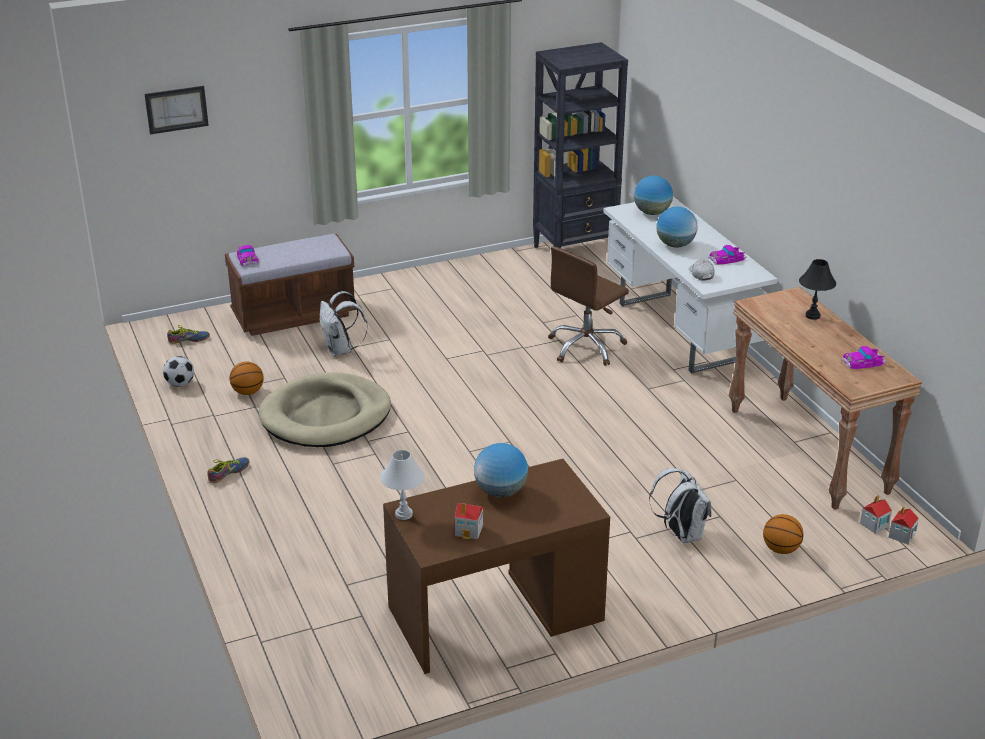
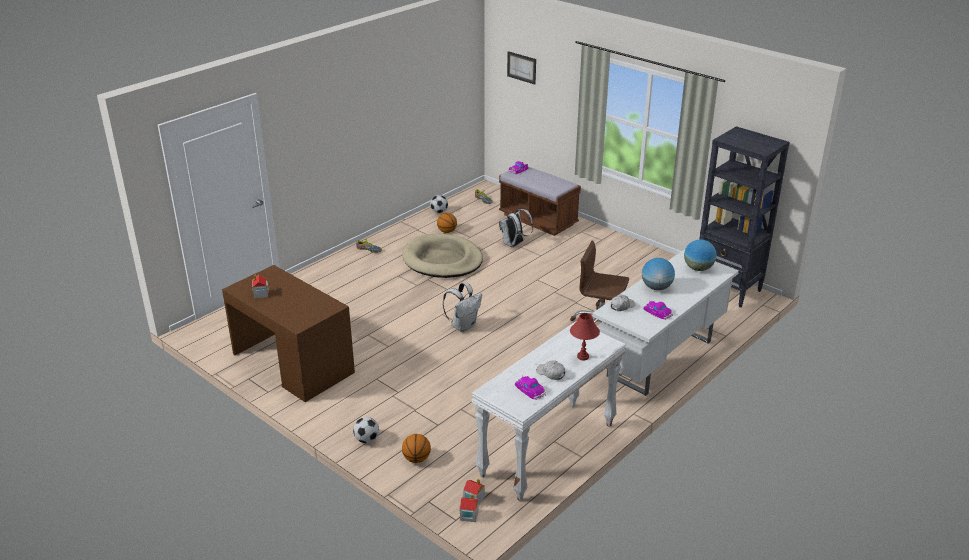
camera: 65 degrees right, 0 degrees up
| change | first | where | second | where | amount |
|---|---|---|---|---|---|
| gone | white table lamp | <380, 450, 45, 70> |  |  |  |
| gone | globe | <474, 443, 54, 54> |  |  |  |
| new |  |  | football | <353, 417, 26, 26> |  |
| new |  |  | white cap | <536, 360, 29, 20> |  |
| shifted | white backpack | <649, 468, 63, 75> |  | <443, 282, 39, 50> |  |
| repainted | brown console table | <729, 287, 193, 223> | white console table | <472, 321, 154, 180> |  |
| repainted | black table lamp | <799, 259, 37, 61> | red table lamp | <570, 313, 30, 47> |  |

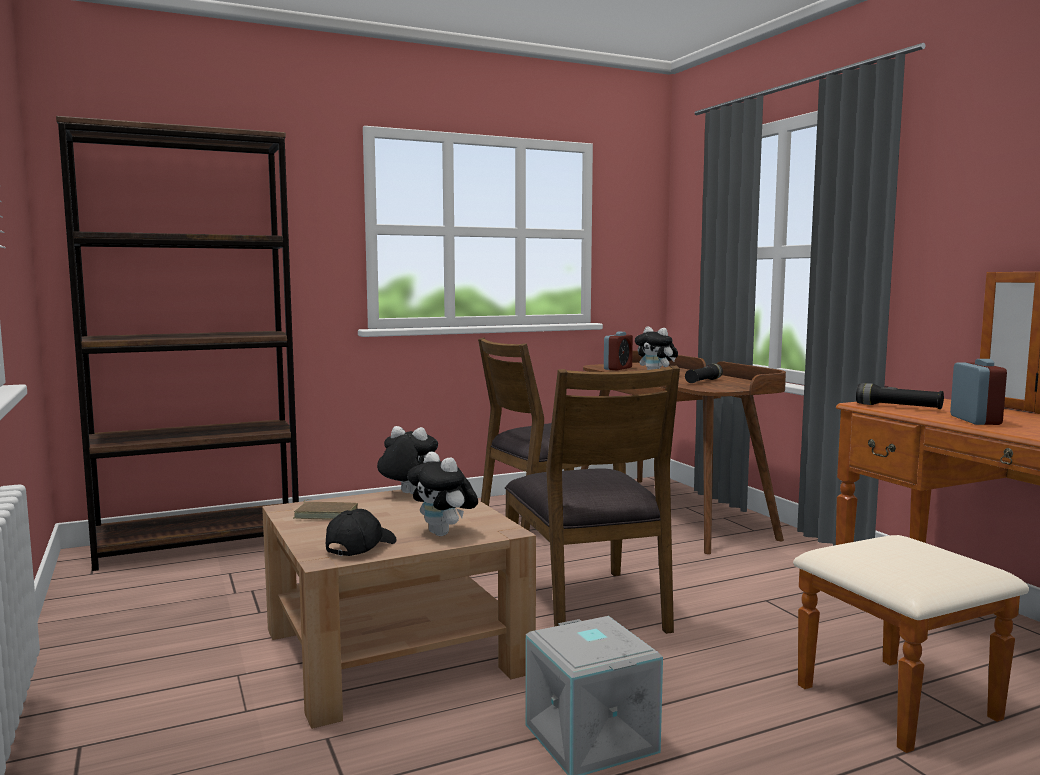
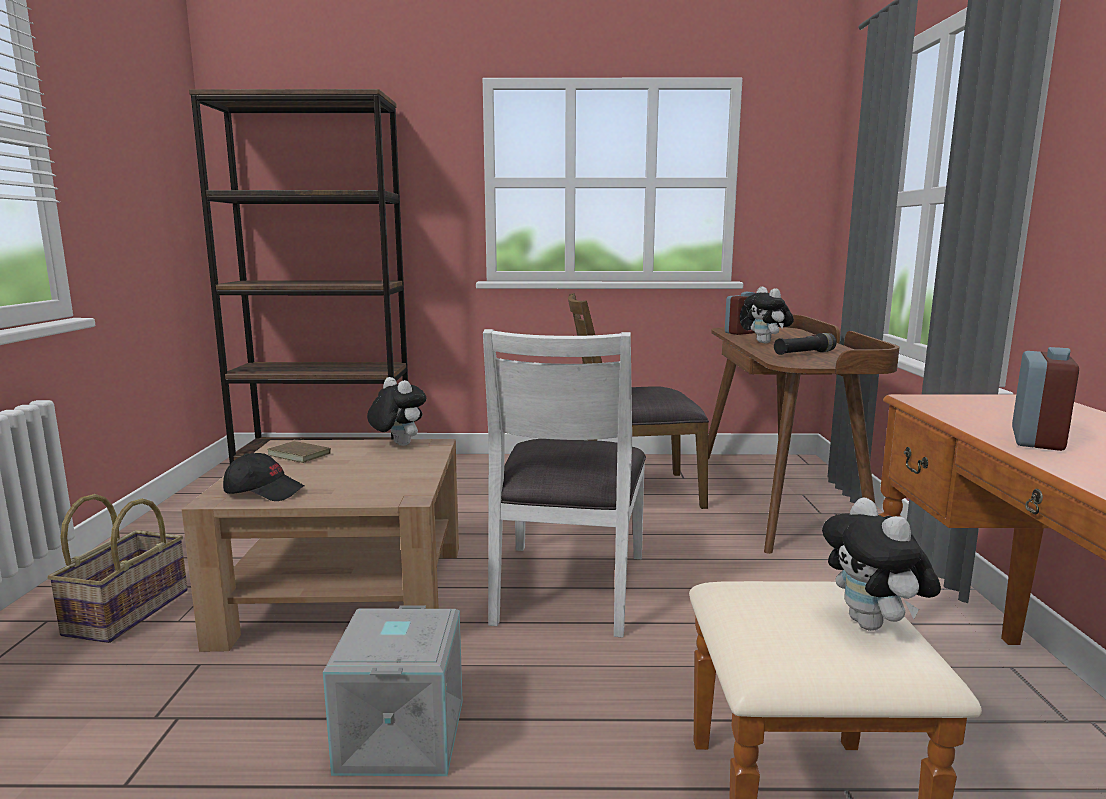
camera: 25 degrees right, 5 degrees up
| change | first | where | second | where | amount |
|---|---|---|---|---|---|
| gone | black flashlight | <856, 383, 88, 26> |  |  |  |
| new |  |  | basket | <48, 494, 140, 149> |  |
| shifted | plush toy | <407, 452, 71, 84> |  | <822, 497, 119, 134> |  |
| repainted | brown chair | <505, 366, 175, 268> | white chair | <483, 329, 163, 309> |  |
| rotated | black cap | <326, 509, 71, 47> |  | <223, 453, 81, 48> | 45 degrees clockwise |

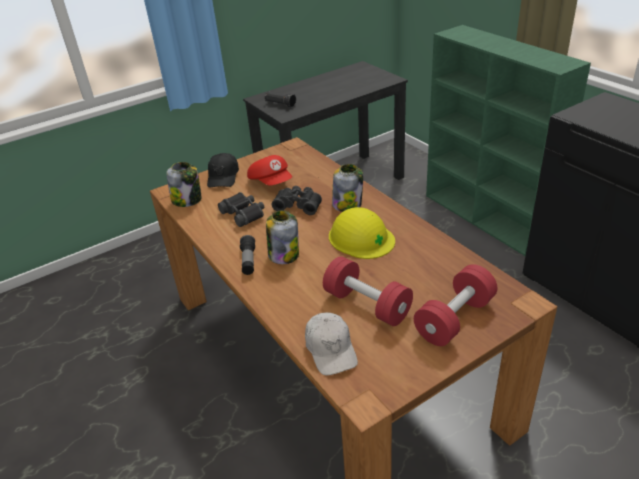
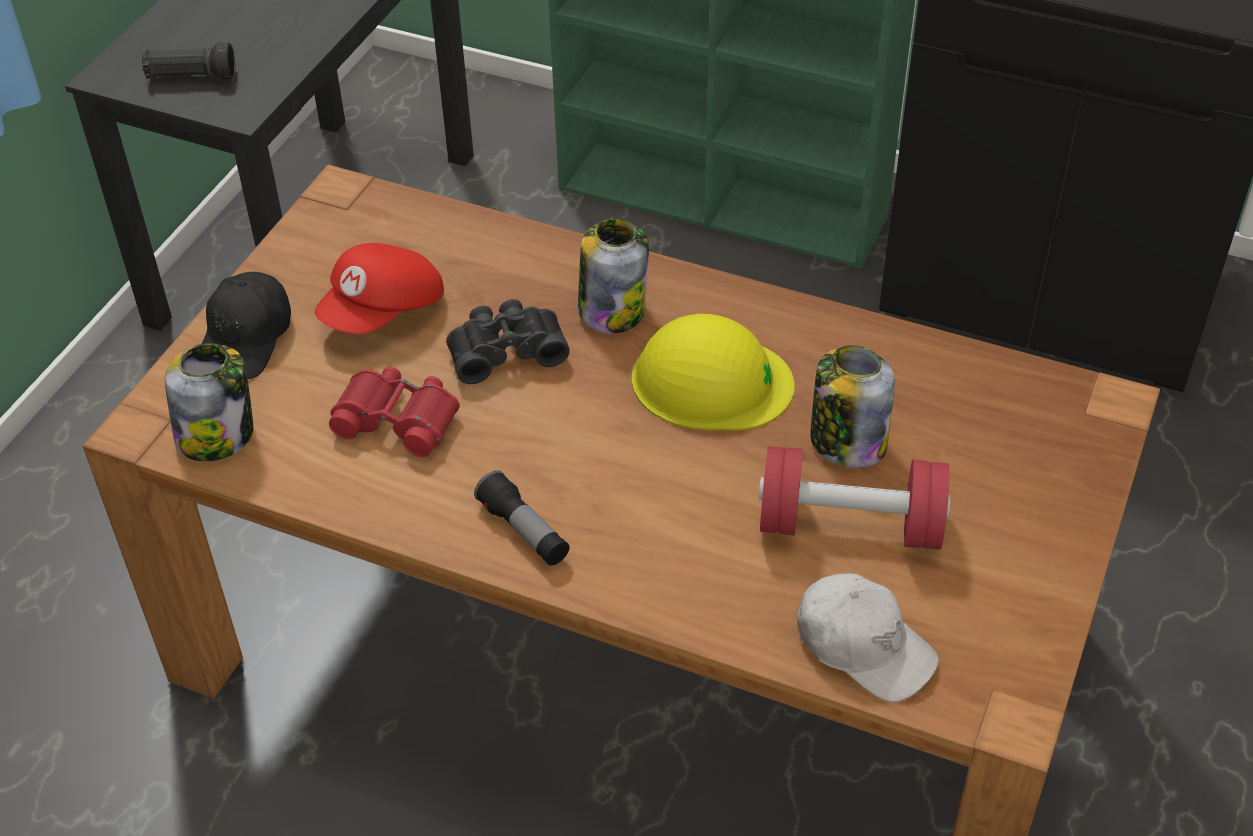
camera: 35 degrees left, 10 degrees up
| change | first | where | second | where | amount |
|---|---|---|---|---|---|
| gone | red dumbbell | <414, 264, 83, 82> |  |  |  |
| shifted | jar | <266, 210, 33, 54> |  | <810, 345, 85, 123> |  |
| repainted | black binoculars | <218, 192, 46, 35> | red binoculars | <329, 367, 131, 90> |  |
| rotated | black cap | <207, 153, 32, 34> |  | <202, 272, 89, 107> | 45 degrees clockwise |
| rotated | red cap | <247, 155, 45, 31> |  | <315, 243, 129, 91> | 105 degrees clockwise |

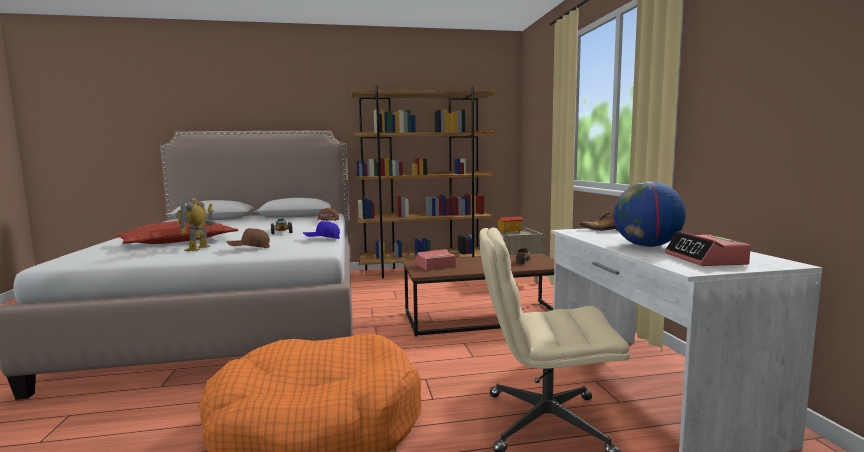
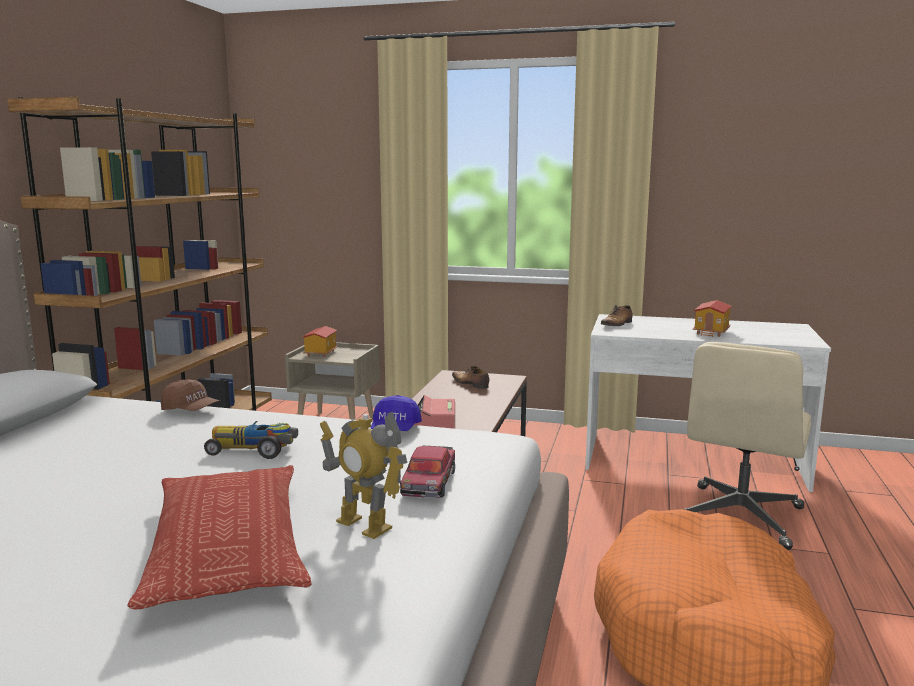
camera: 65 degrees left, 5 degrees up
| change | first | where | second | where | amount |
|---|---|---|---|---|---|
| gone | alarm clock | <665, 231, 86, 35> |  |  |  |
| swapped | brown cap | <226, 228, 44, 20> | toy car | <400, 446, 55, 52> |  |
| swapped | globe | <614, 181, 72, 66> | toy house | <692, 300, 39, 37> |  |

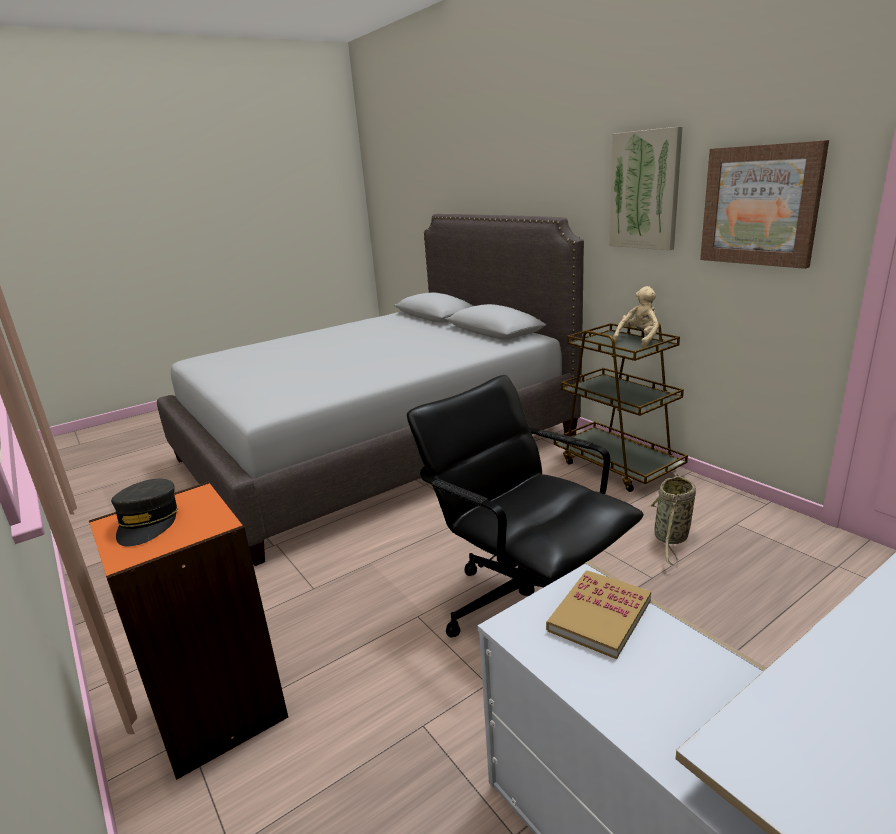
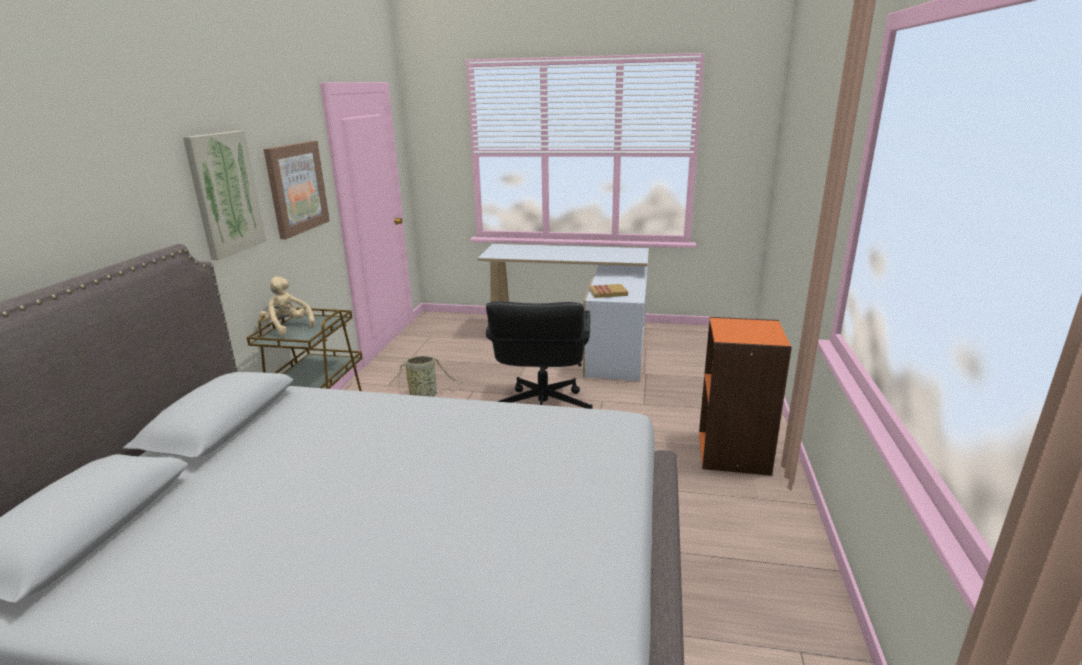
camera: 135 degrees left, 0 degrees up
| change | first | where | second | where | amount |
|---|---|---|---|---|---|
| gone | grey cap | <111, 479, 67, 67> |  |  |  |
| rotated | beige plush toy | <613, 286, 46, 62> |  | <259, 277, 56, 58> | 45 degrees clockwise |

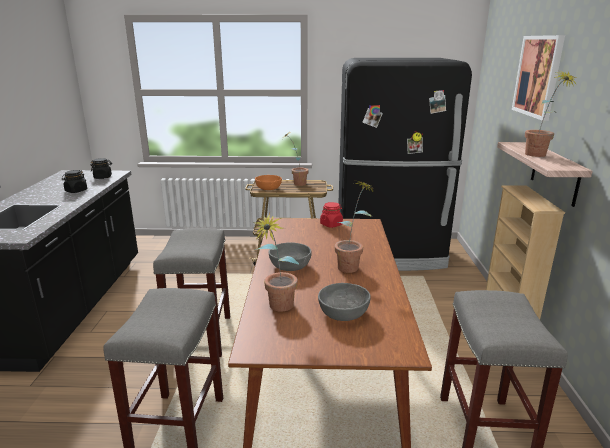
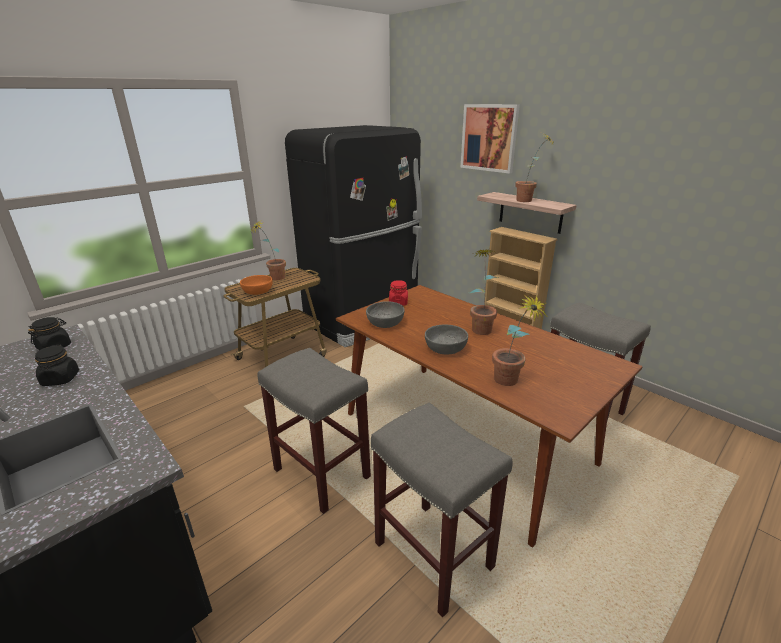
camera: 45 degrees left, 5 degrees up
| change | first | where | second | where | amount |
|---|---|---|---|---|---|
| shifted | grey bowl | <318, 283, 53, 38> |  | <366, 301, 39, 27> |  |

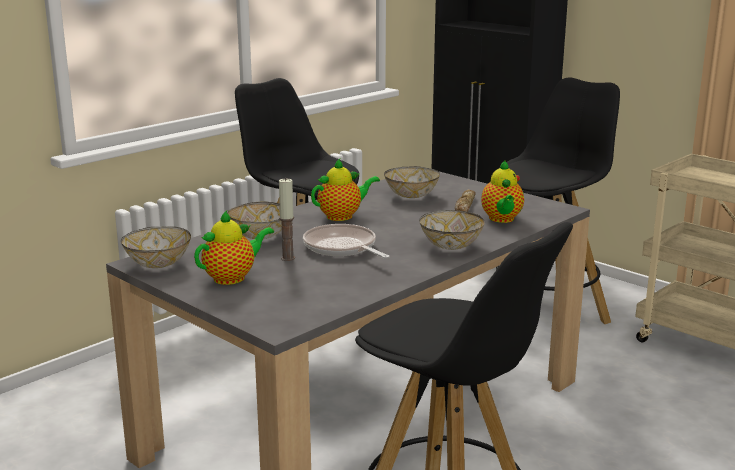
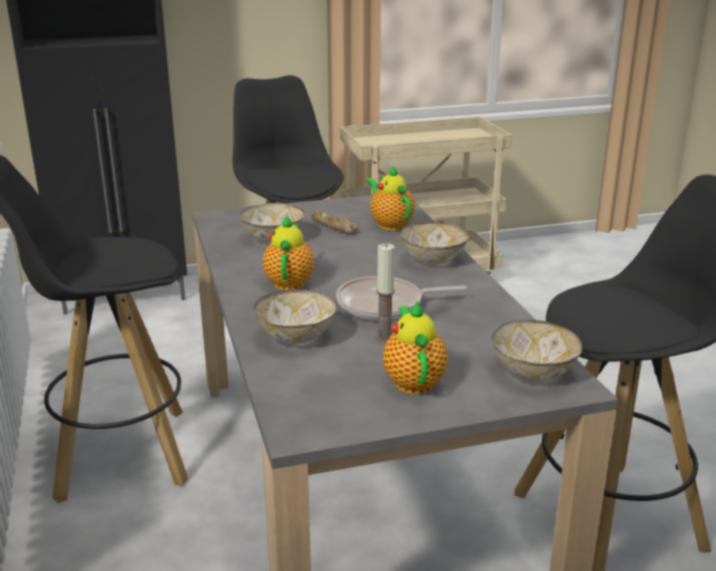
camera: 60 degrees left, 5 degrees up
| change | first | where | second | where | amount |
|---|---|---|---|---|---|
| shifted | bowl | <121, 226, 70, 42> |  | <492, 320, 91, 61> |  |
| rotated | teapot | <481, 160, 43, 63> |  | <366, 165, 49, 66> | 150 degrees counterclockwise |

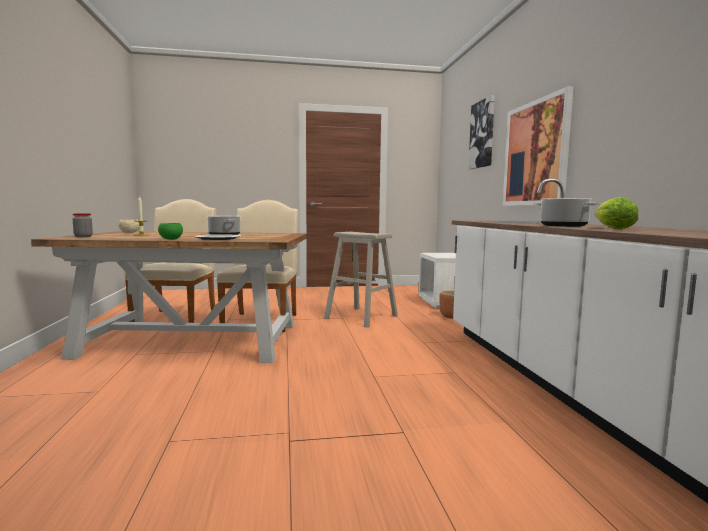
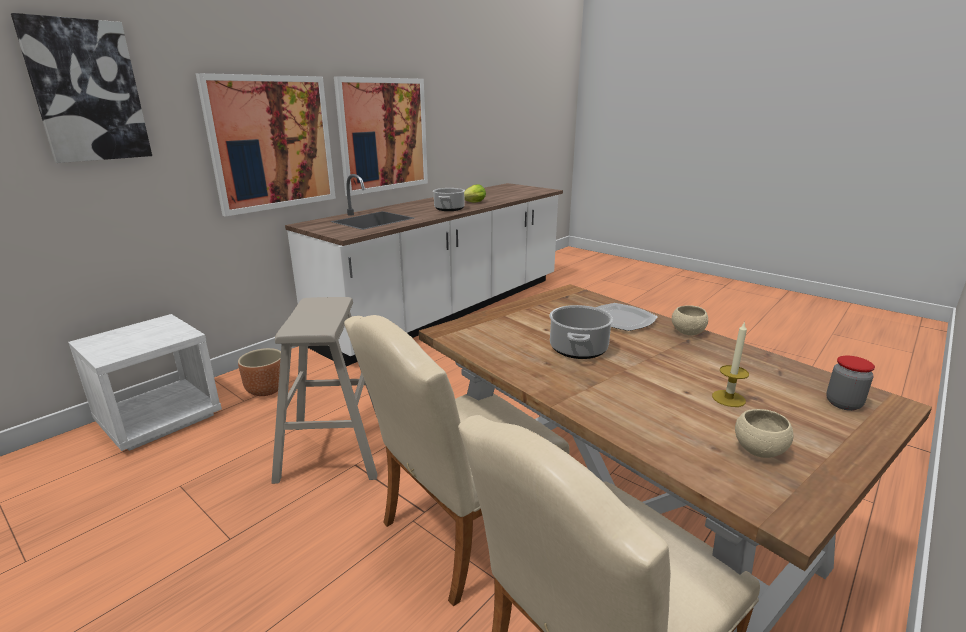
camera: 130 degrees left, 15 degrees up
| change | first | where | second | where | amount |
|---|---|---|---|---|---|
| new |  |  | picture | <334, 76, 94, 120> |  |
| repainted | green bowl | <158, 223, 25, 17> | beige bowl | <672, 305, 36, 30> |  |

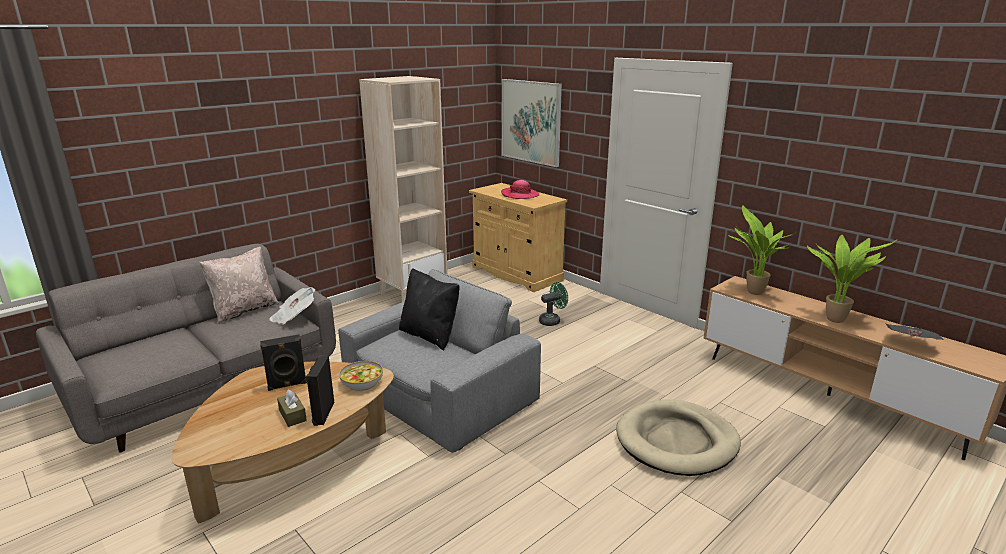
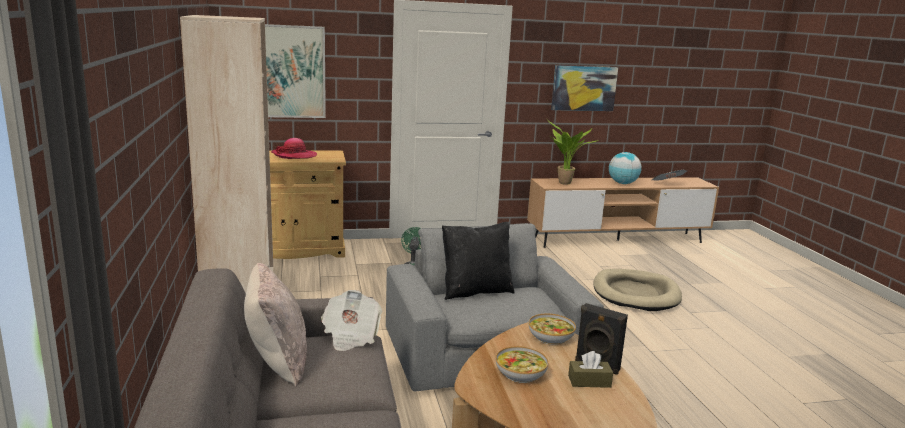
camera: 60 degrees left, 5 degrees down
| change | first | where | second | where | amount |
|---|---|---|---|---|---|
| new |  |  | picture | <551, 65, 67, 46> |  |
| swapped | black speaker | <260, 334, 47, 57> | bowl | <496, 346, 53, 37> |  |
| swapped | potted plant | <807, 234, 88, 89> | globe | <609, 152, 33, 32> |  |

